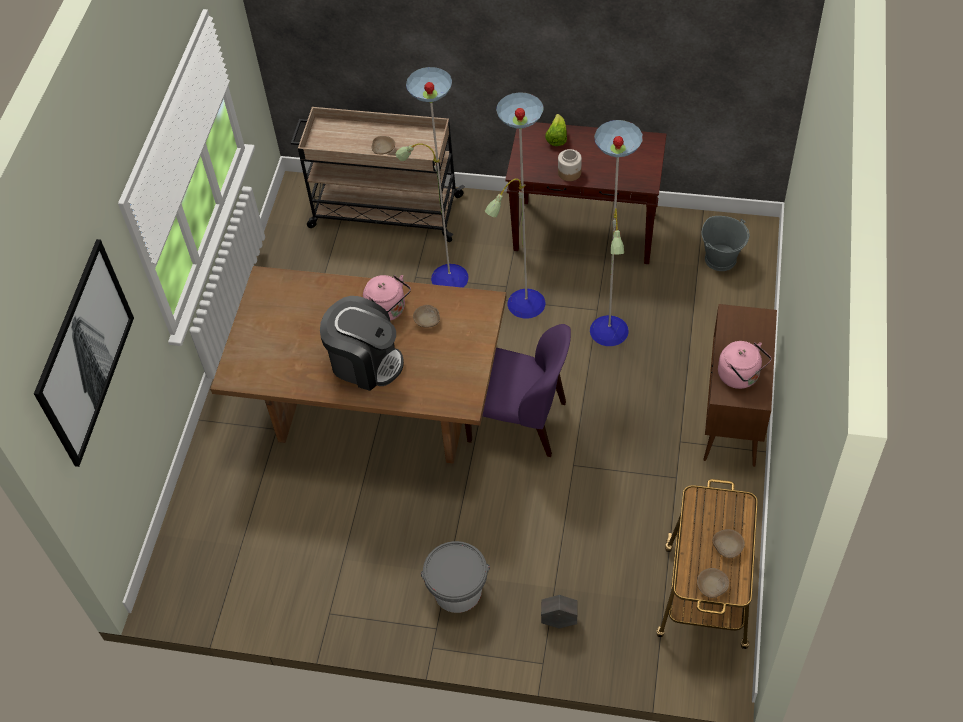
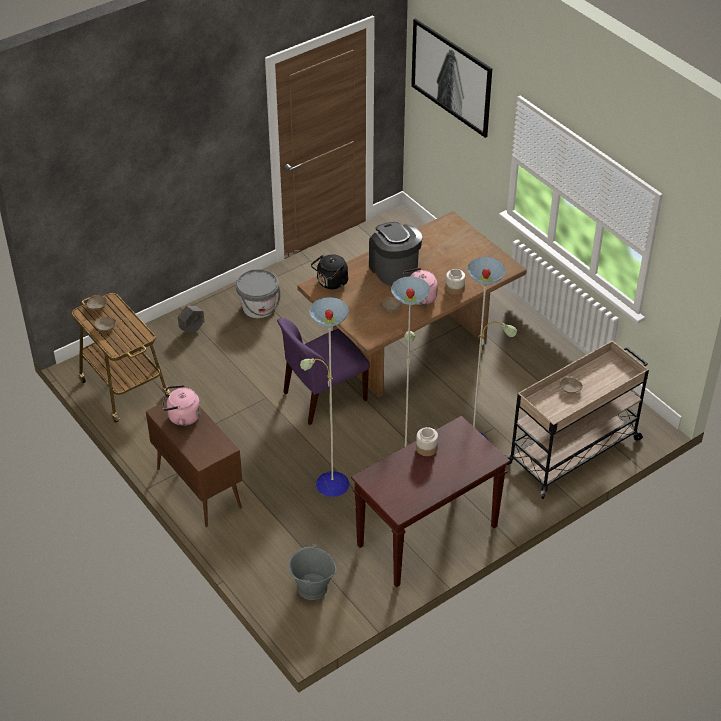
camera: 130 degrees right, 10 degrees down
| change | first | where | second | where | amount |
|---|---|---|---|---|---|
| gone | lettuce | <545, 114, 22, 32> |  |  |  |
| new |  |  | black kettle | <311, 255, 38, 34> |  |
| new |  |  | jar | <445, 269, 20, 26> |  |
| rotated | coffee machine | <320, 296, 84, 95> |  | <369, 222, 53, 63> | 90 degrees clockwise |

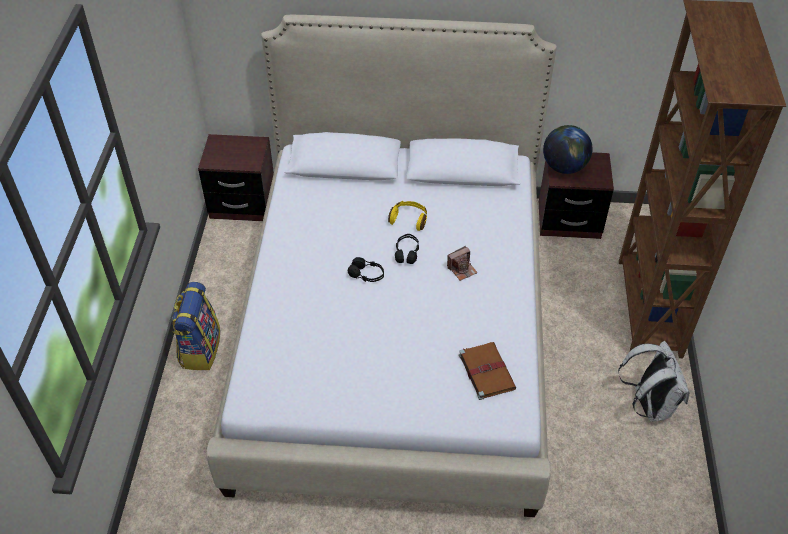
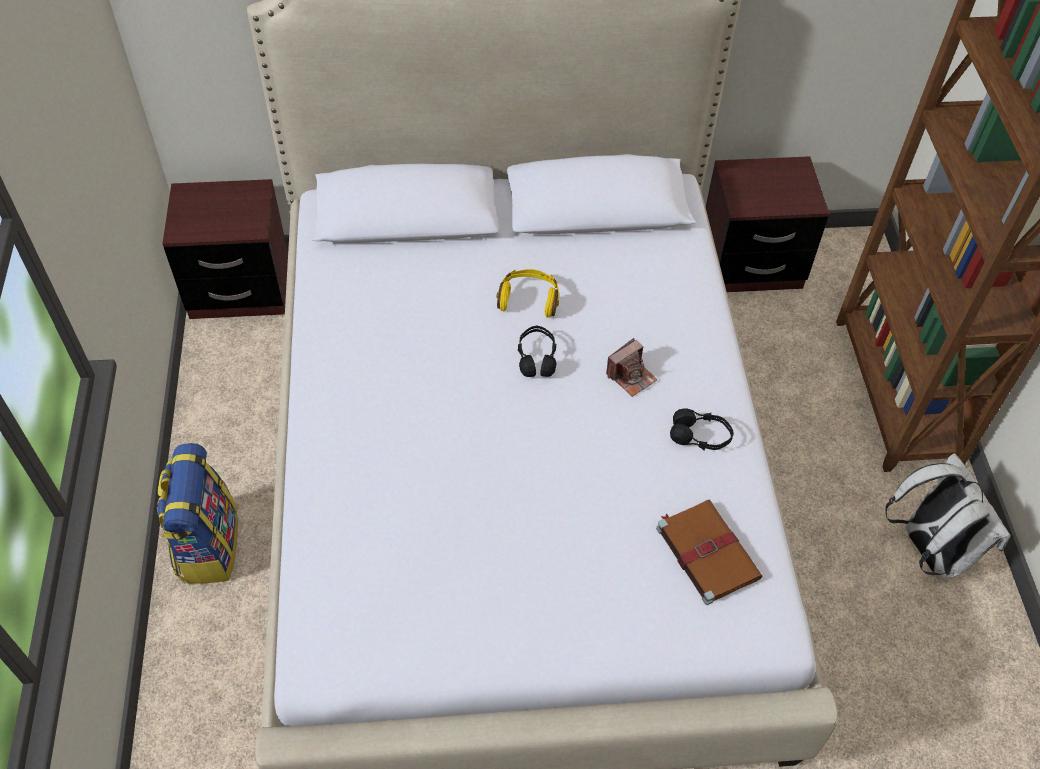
camera: 10 degrees left, 5 degrees up
| change | first | where | second | where | amount |
|---|---|---|---|---|---|
| gone | globe | <543, 125, 50, 49> |  |  |  |
| shifted | black headphones | <348, 257, 36, 25> |  | <670, 409, 64, 41> |  |

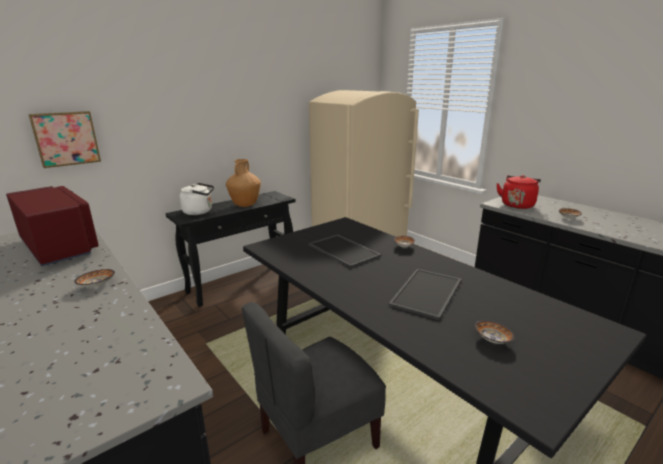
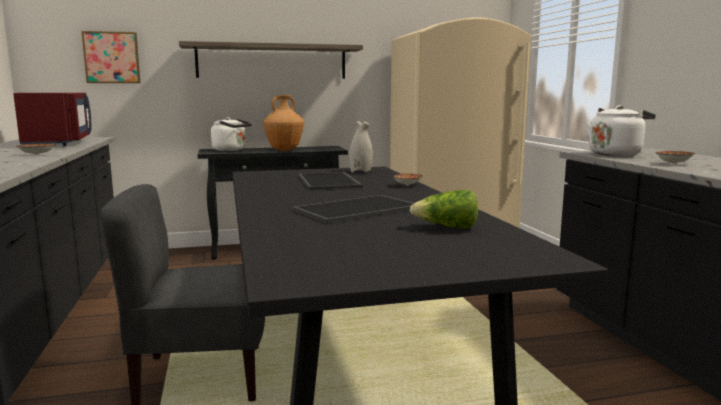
camera: 25 degrees right, 10 degrees down
| change | first | where | second | where | amount |
|---|---|---|---|---|---|
| gone | bowl | <475, 320, 40, 24> |  |  |  |
| new |  |  | shelf | <179, 41, 184, 38> |  |
| new |  |  | white vase | <350, 121, 23, 51> |  |
| new |  |  | lettuce | <410, 190, 68, 38> |  |
| repainted | red kettle | <496, 175, 45, 34> | white kettle | <585, 105, 71, 51> |  |

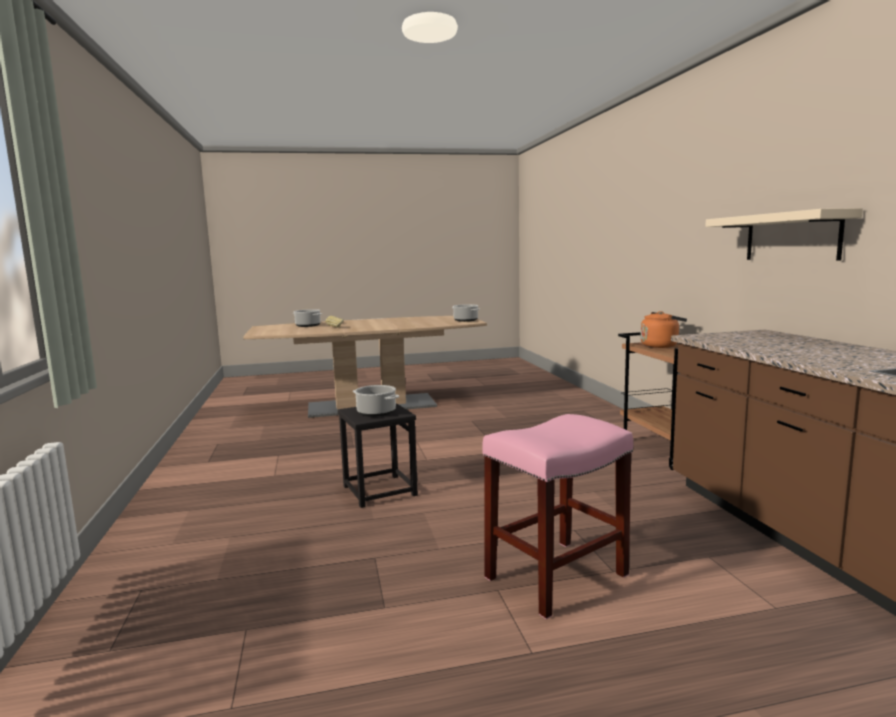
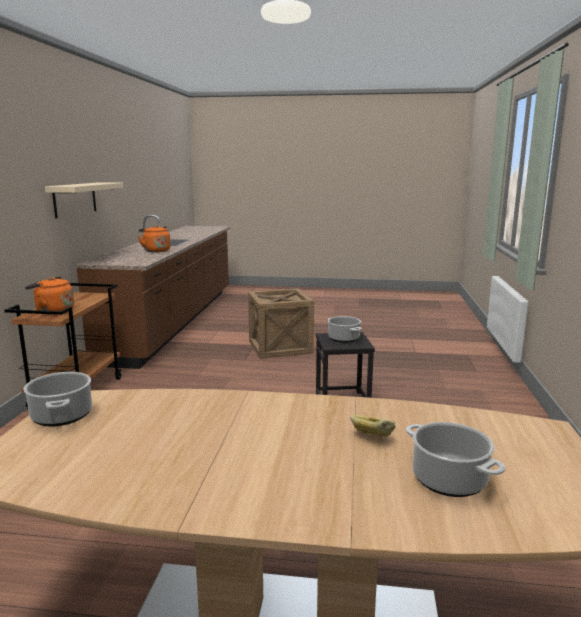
camera: 160 degrees left, 5 degrees up
| change | first | where | second | where | amount |
|---|---|---|---|---|---|
| new |  |  | orange kettle | <138, 225, 32, 28> |  |
| swapped | pink stool | <482, 414, 151, 205> | crate | <248, 288, 66, 71> |  |

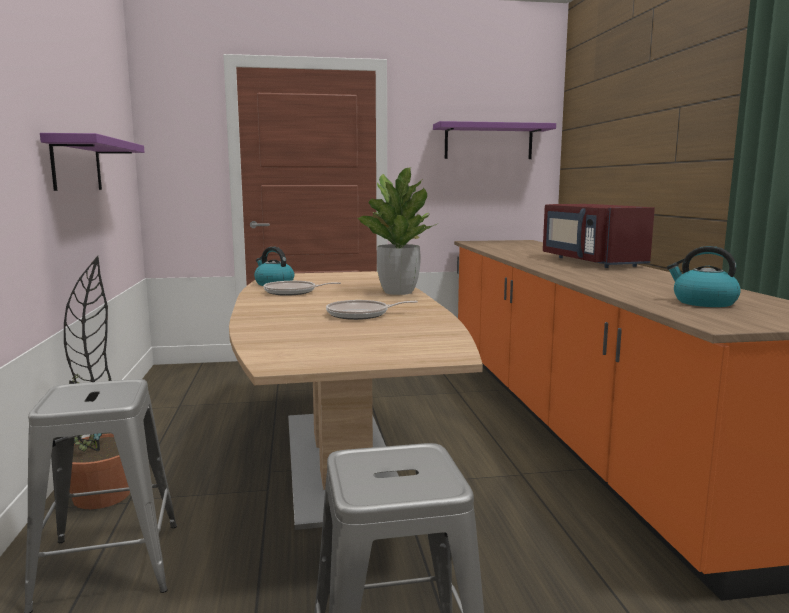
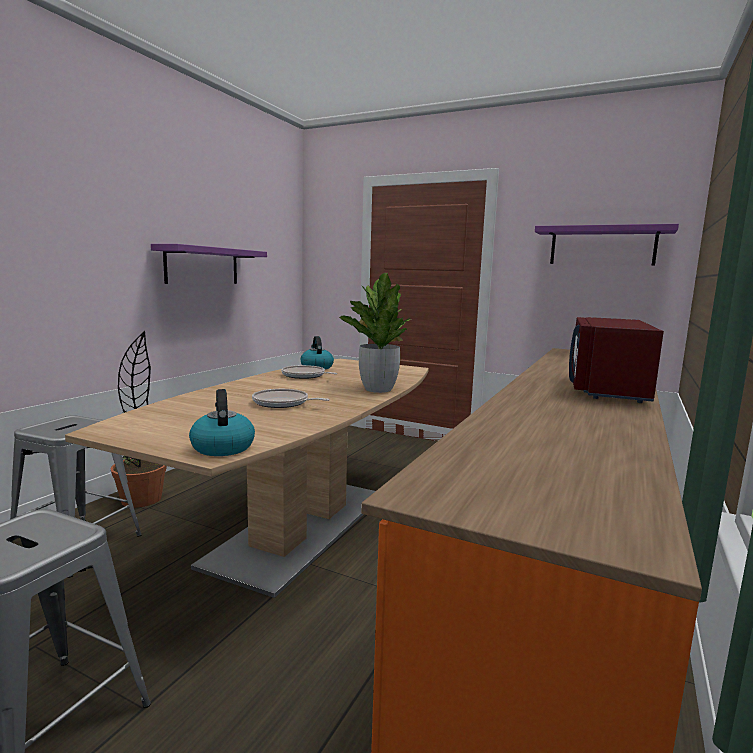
camera: 35 degrees right, 0 degrees up
| change | first | where | second | where | amount |
|---|---|---|---|---|---|
| shifted | kettle | <667, 246, 73, 61> |  | <189, 389, 66, 67> |  |

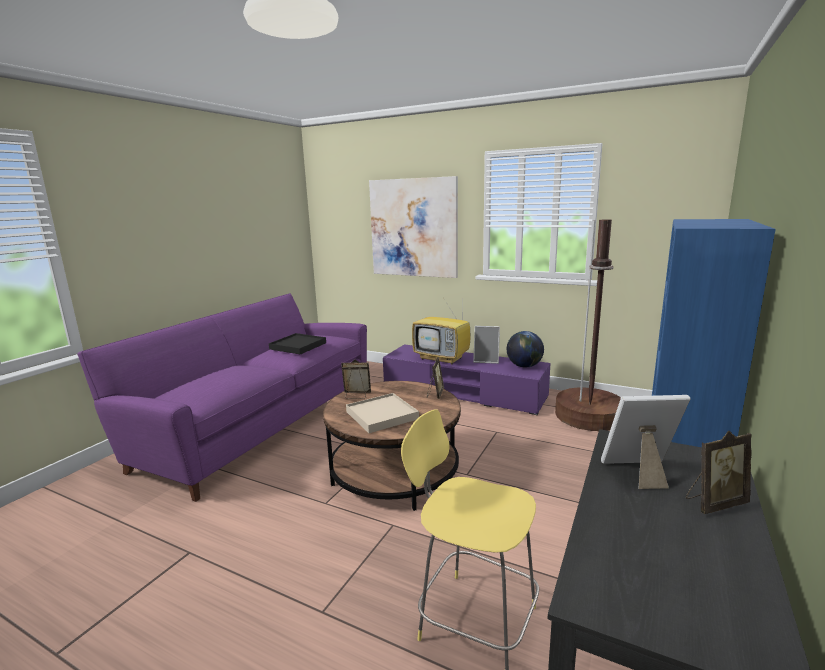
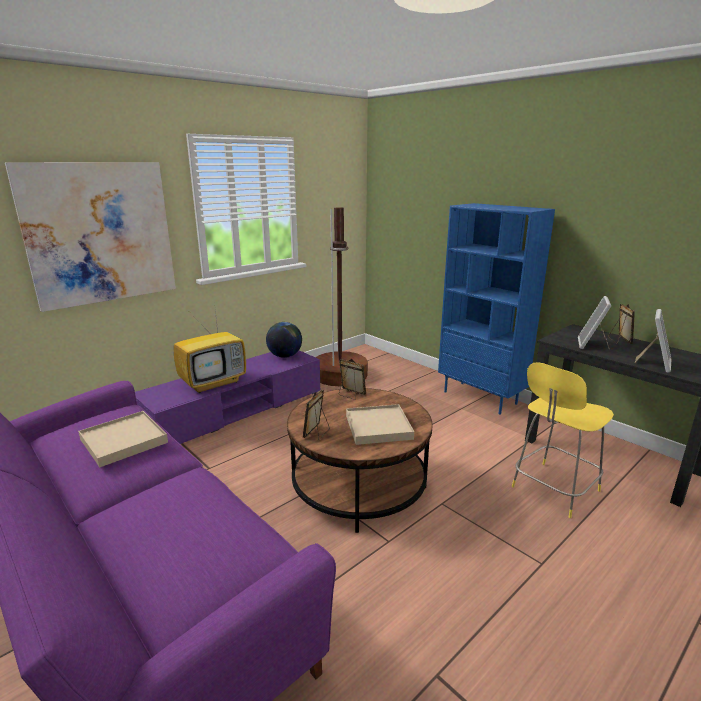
camera: 70 degrees left, 5 degrees up
| change | first | where | second | where | amount |
|---|---|---|---|---|---|
| shifted | picture frame | <473, 326, 27, 38> |  | <635, 309, 37, 63> |  |
| repainted | black tray | <269, 333, 57, 22> | beige tray | <78, 411, 90, 56> |  |

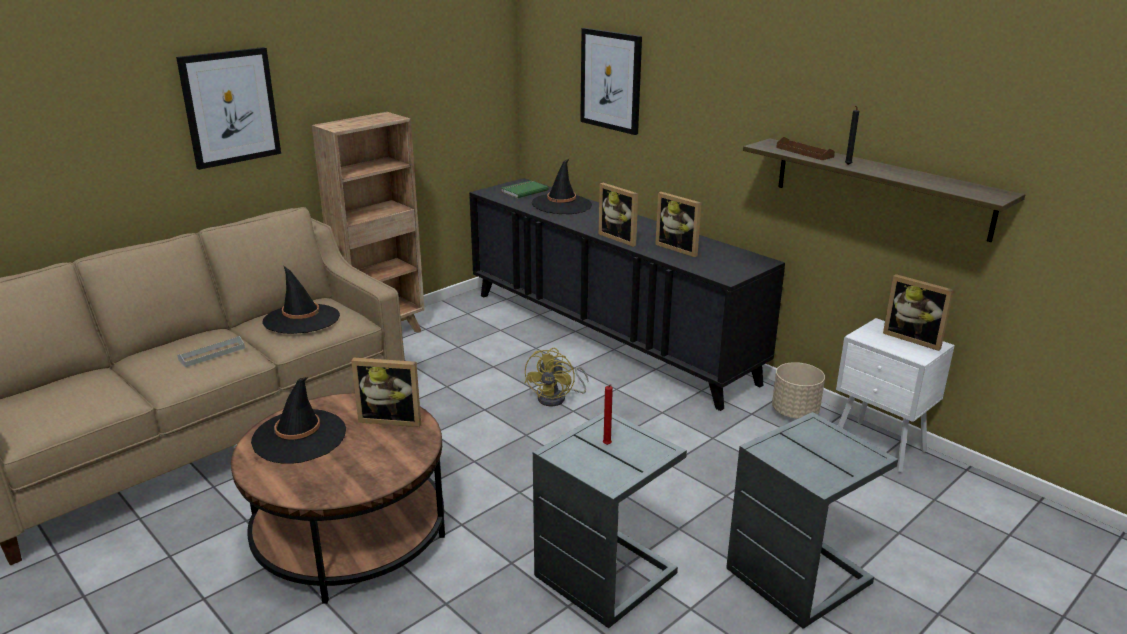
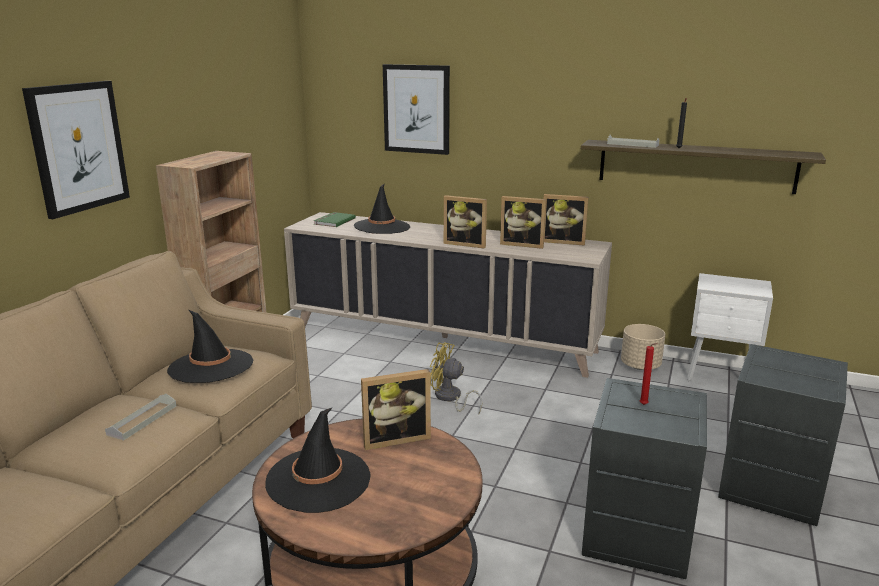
camera: 25 degrees left, 5 degrees down
| change | first | where | second | where | amount |
|---|---|---|---|---|---|
| shifted | picture frame | <883, 274, 71, 77> |  | <544, 194, 45, 52> |  |
| repainted | black cabinet | <469, 178, 316, 233> | beige cabinet | <284, 212, 328, 166> |  |
| repainted | brown tray | <776, 137, 59, 23> | grey tray | <607, 135, 53, 13> |  |
| rotated | yellow fan | <525, 348, 63, 58> |  | <430, 343, 52, 71> | 120 degrees clockwise |

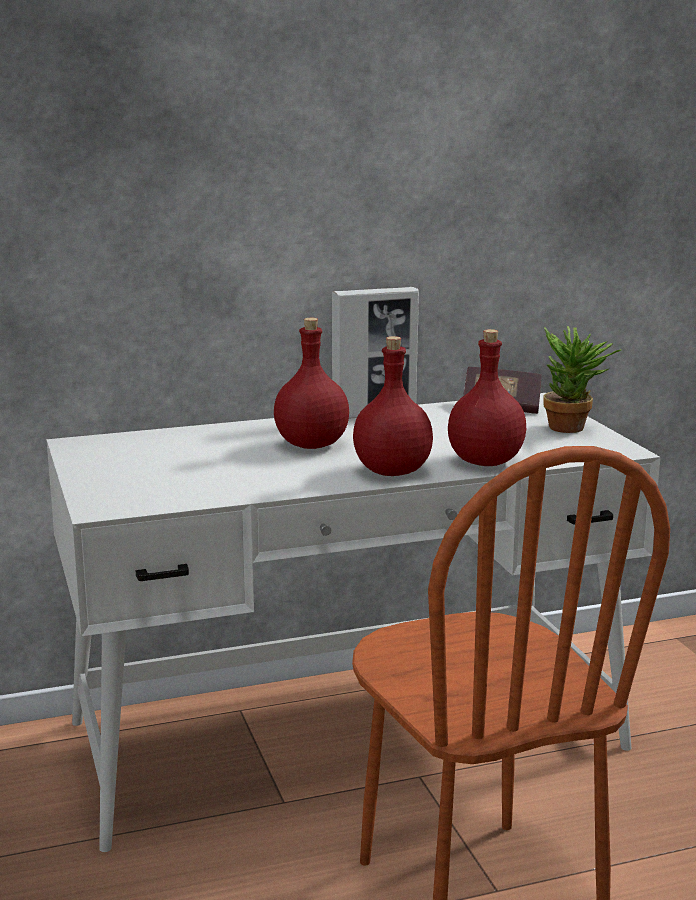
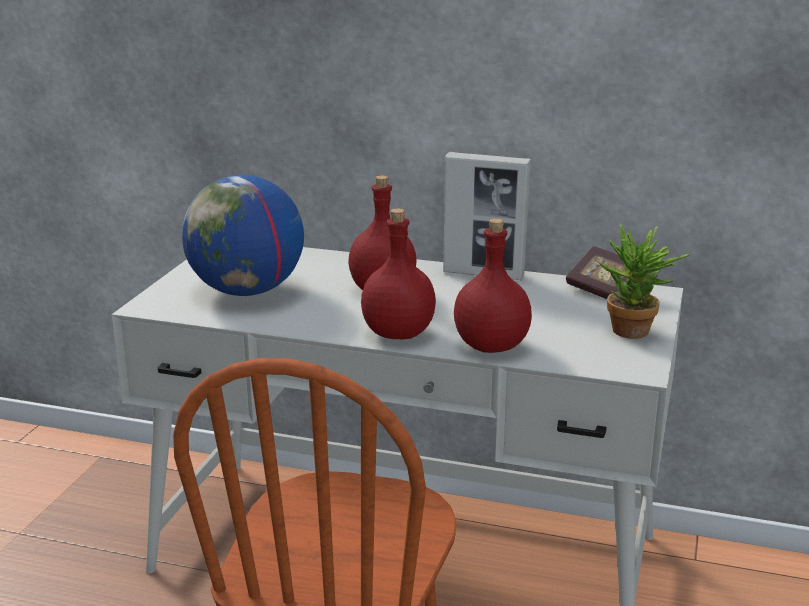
camera: 35 degrees right, 5 degrees up
| change | first | where | second | where | amount |
|---|---|---|---|---|---|
| new |  |  | globe | <182, 175, 122, 121> |  |

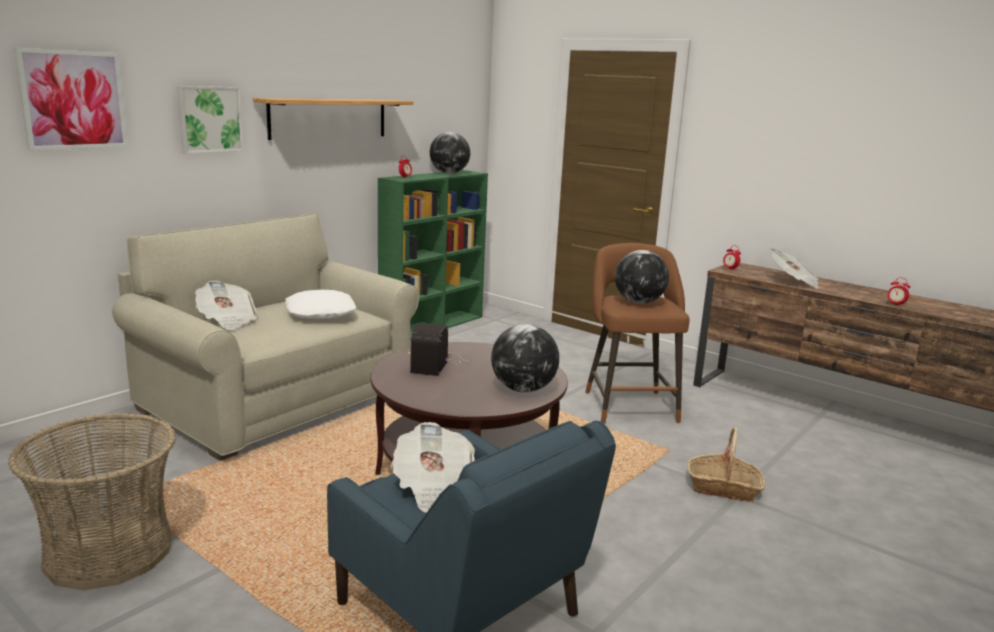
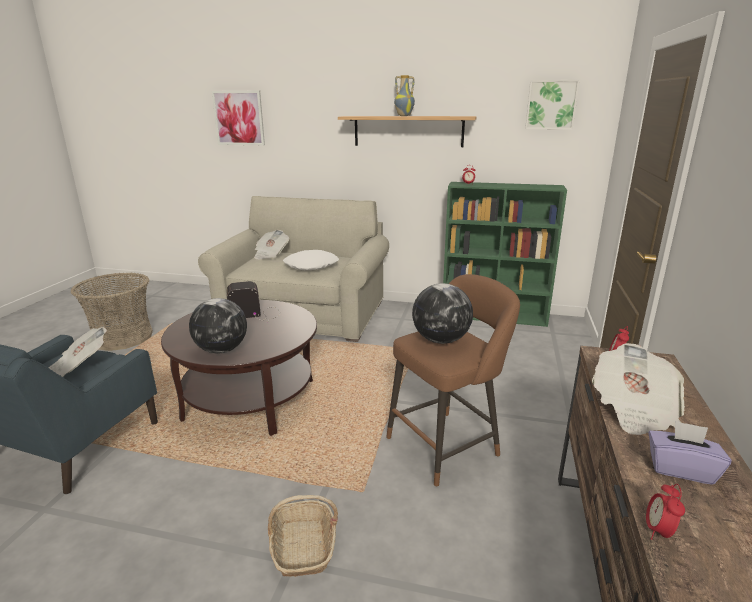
camera: 65 degrees right, 5 degrees up
| change | first | where | second | where | amount |
|---|---|---|---|---|---|
| gone | globe | <430, 132, 40, 42> |  |  |  |
| new |  |  | vase | <394, 75, 21, 41> |  |
| new |  |  | purple tissue box | <648, 421, 84, 64> |  |
| shifted | picture | <177, 86, 66, 68> |  | <525, 80, 55, 50> |  |

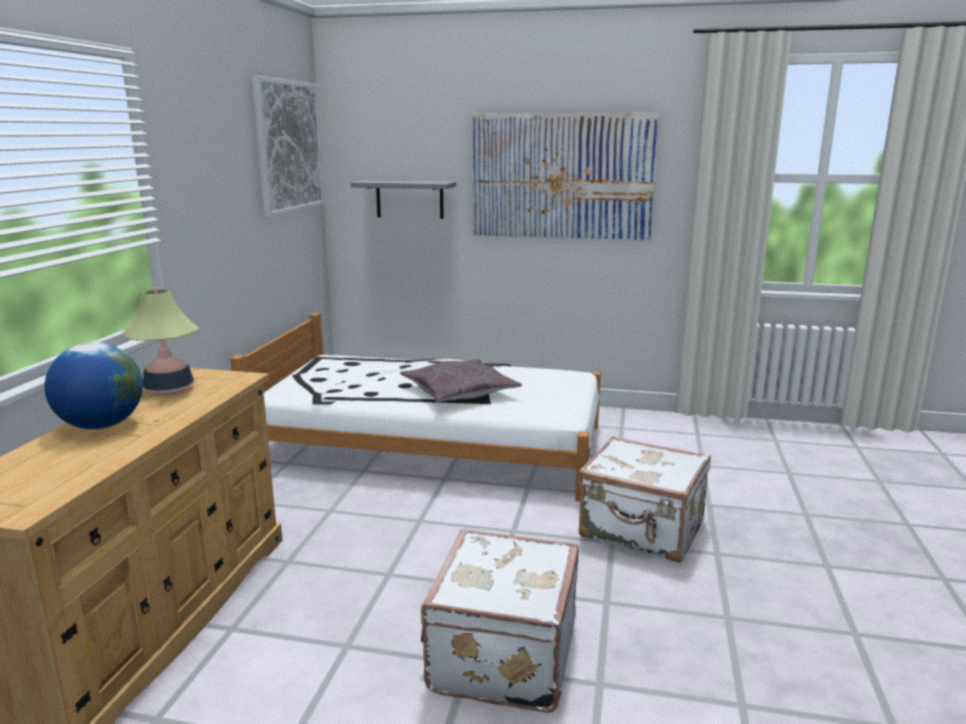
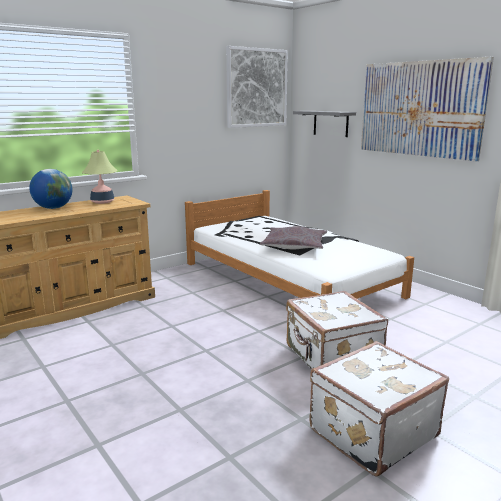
camera: 40 degrees right, 0 degrees up
| change | first | where | second | where | amount |
|---|---|---|---|---|---|
| shifted | white suitcase | <421, 529, 158, 184> |  | <309, 341, 140, 136> |  |

